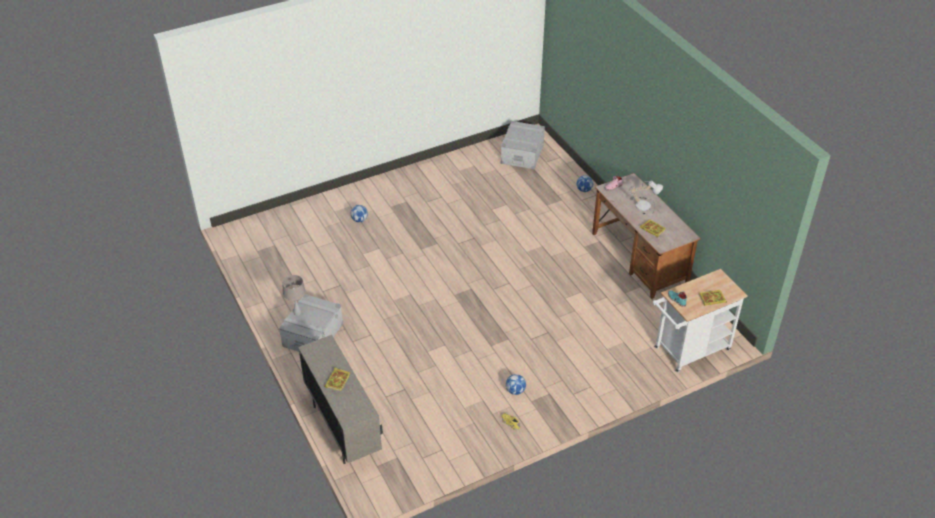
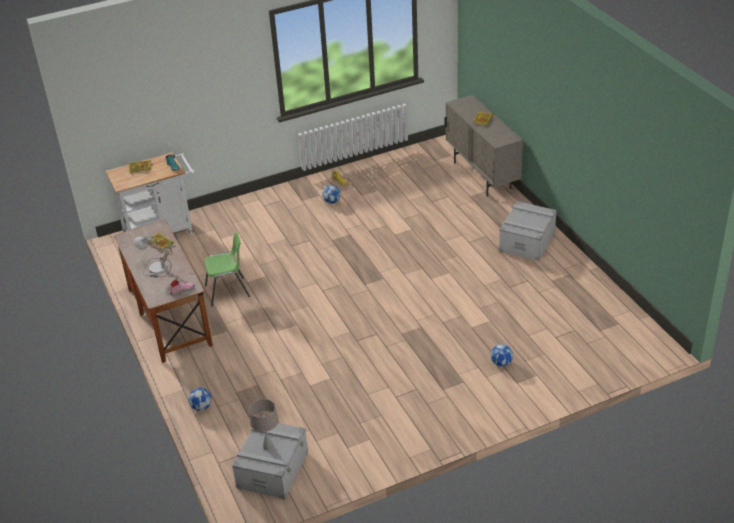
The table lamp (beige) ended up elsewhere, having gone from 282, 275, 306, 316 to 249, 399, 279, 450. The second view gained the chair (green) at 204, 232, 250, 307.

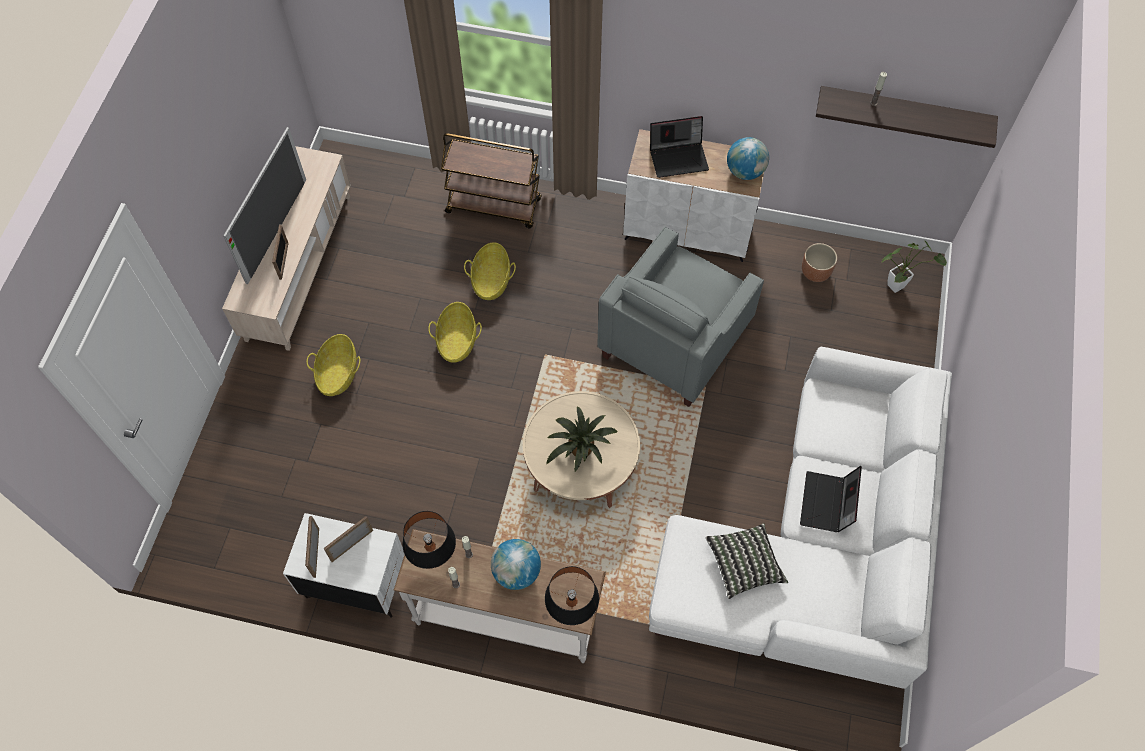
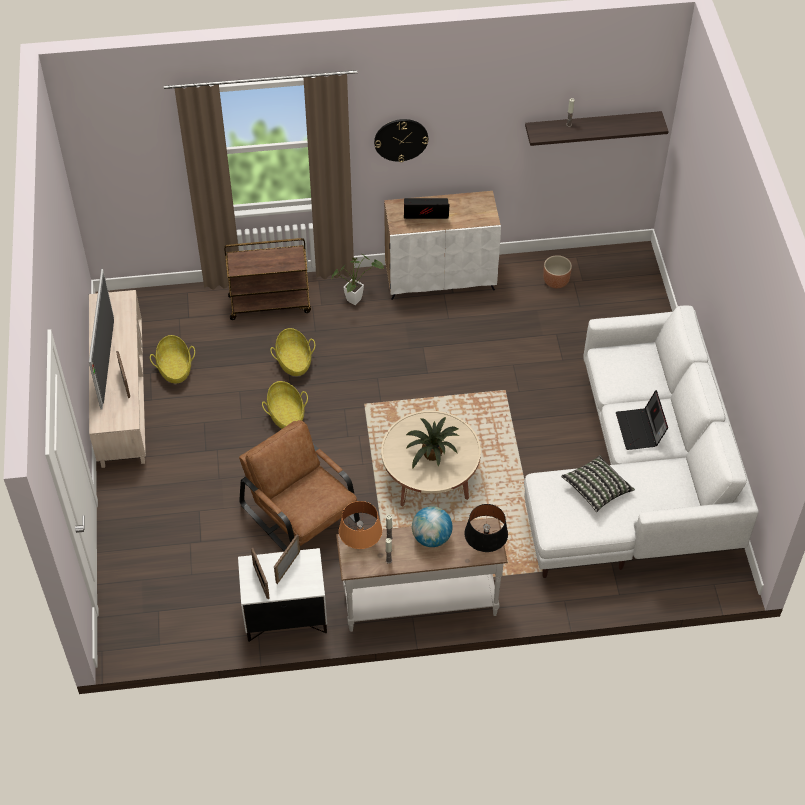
The basket ended up elsewhere, having gone from 306, 334, 361, 396 to 150, 335, 195, 383. What was the table lamp (black) at 403, 511, 456, 569 turned into the table lamp (orange) at 339, 501, 382, 549. The second view lost the armchair (grey) at 597, 226, 764, 407. The laptop at 650, 116, 709, 178 ended up facing another way, 150 degrees counterclockwise from before. The second view lost the globe at 727, 137, 769, 180. The potted plant ended up elsewhere, having gone from 882, 240, 947, 293 to 332, 254, 384, 305. The second view gained the armchair (brown) at 239, 420, 360, 551. The second view gained the wall clock at 374, 119, 428, 162.

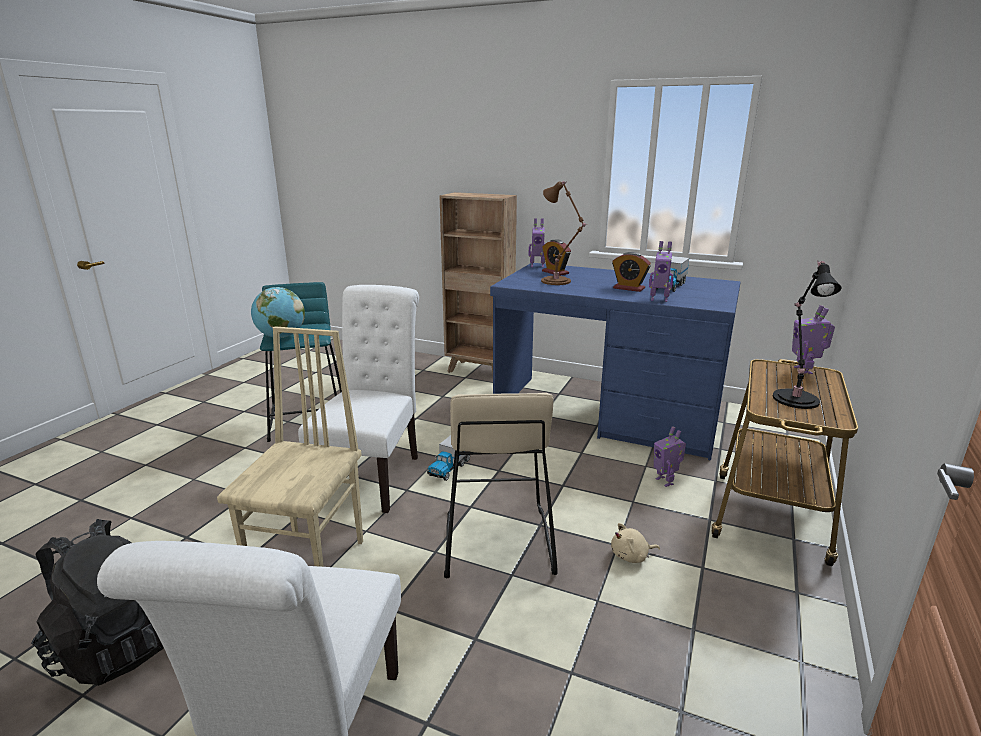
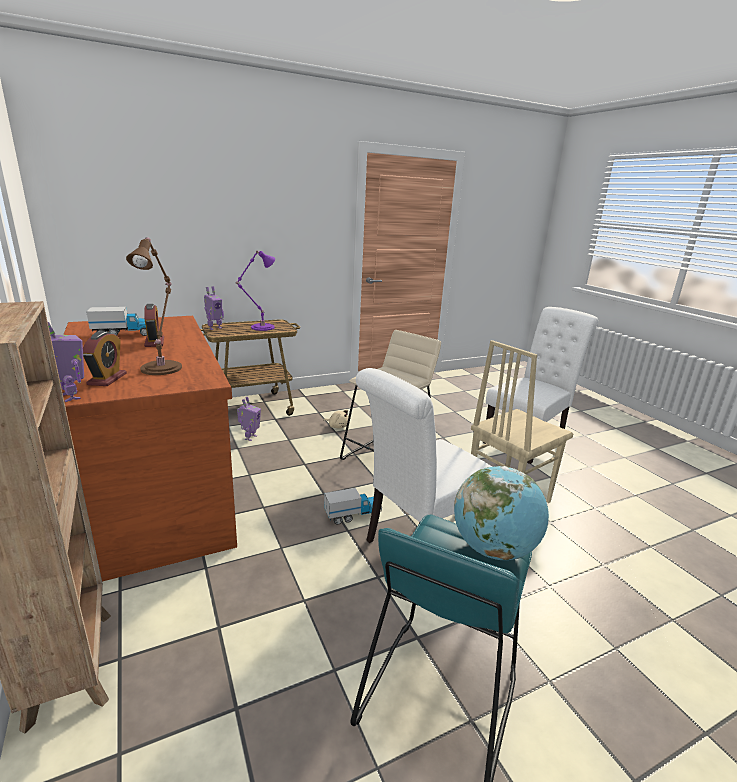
The second view lost the backpack (black) at 31, 519, 164, 686. What was the desk (blue) at 490, 263, 741, 460 turned into the desk (brown) at 62, 316, 237, 582. The second view lost the toy robot at 649, 241, 674, 302. What was the table lamp (black) at 773, 261, 841, 409 turned into the table lamp (purple) at 236, 250, 275, 331.

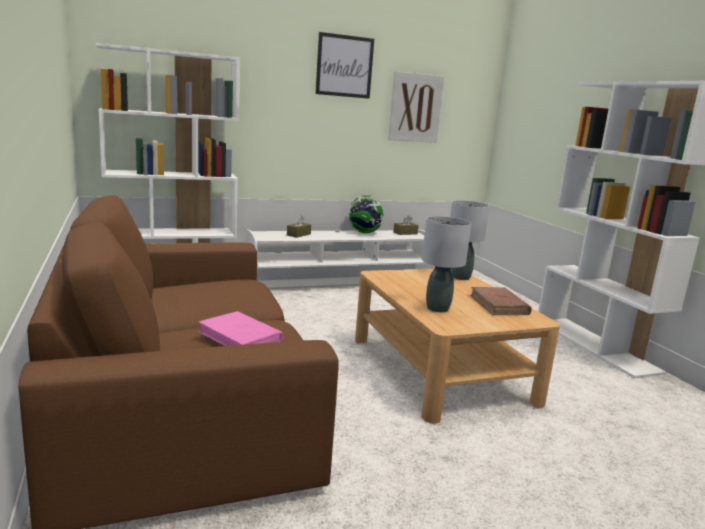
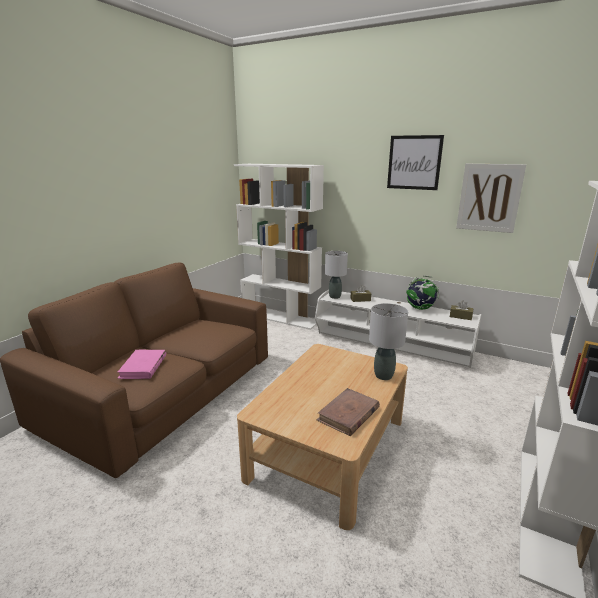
The table lamp (grey) ended up elsewhere, having gone from 422, 216, 471, 312 to 325, 251, 348, 299.

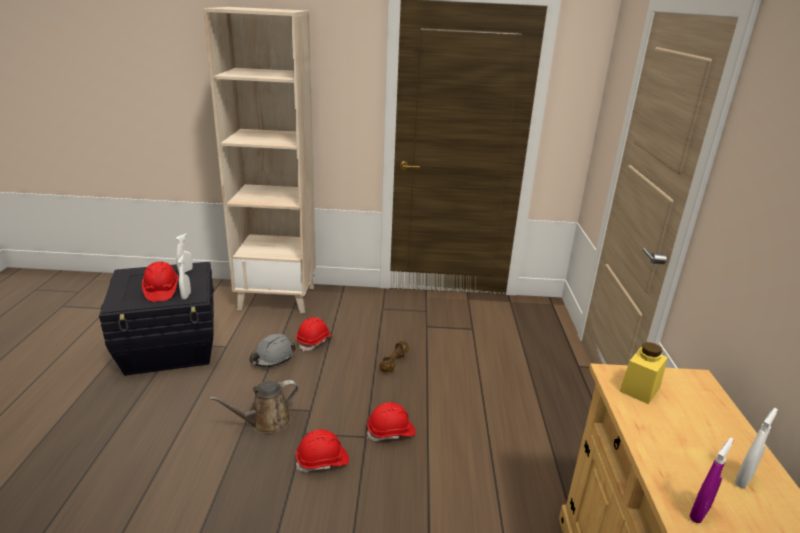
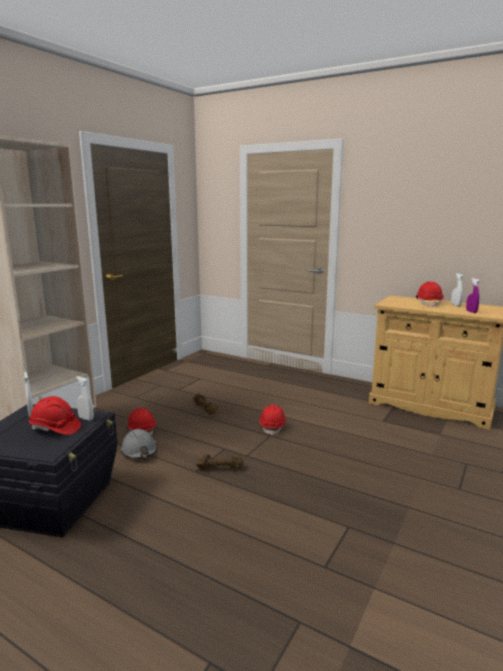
Where the watering can (brown) stood at 209, 380, 298, 433, the dumbbell (brown) came to stand at 196, 454, 243, 470. The hard hat (red) ended up elsewhere, having gone from 296, 429, 349, 472 to 416, 282, 444, 307. The second view lost the jar (yellow) at 620, 342, 668, 404.

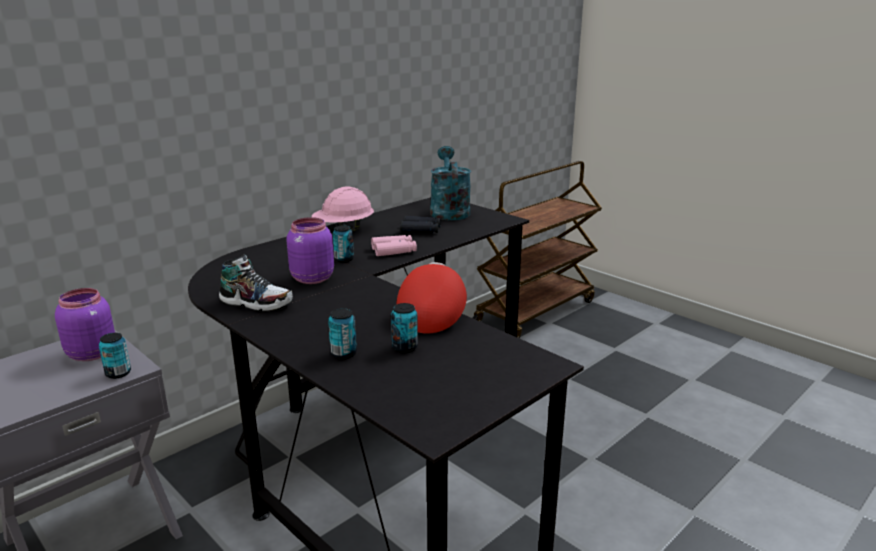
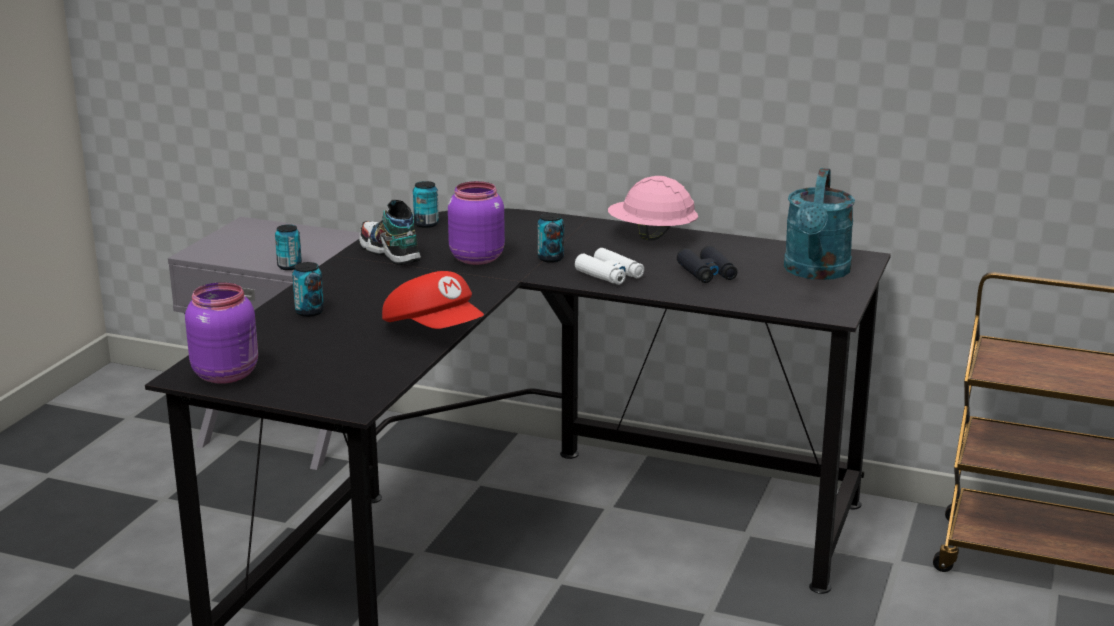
The jar (purple) ended up elsewhere, having gone from 55, 288, 115, 361 to 185, 282, 258, 384. The shoe at 219, 254, 293, 312 ended up facing another way, 150 degrees clockwise from before. What was the binoculars (pink) at 371, 235, 417, 256 turned into the binoculars (white) at 575, 248, 644, 285. The can ended up elsewhere, having gone from 391, 303, 418, 353 to 413, 181, 439, 228. The cap (red) at 396, 262, 467, 334 ended up facing another way, 60 degrees clockwise from before. The watering can (turquoise) at 430, 146, 471, 221 ended up facing another way, 135 degrees clockwise from before.

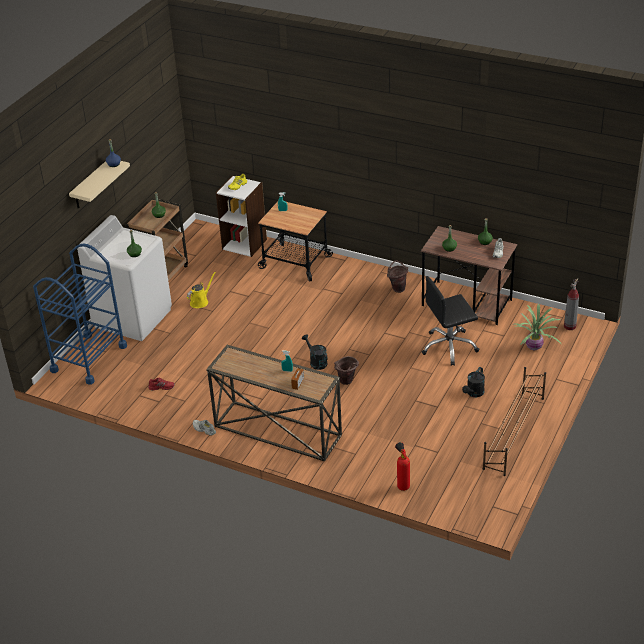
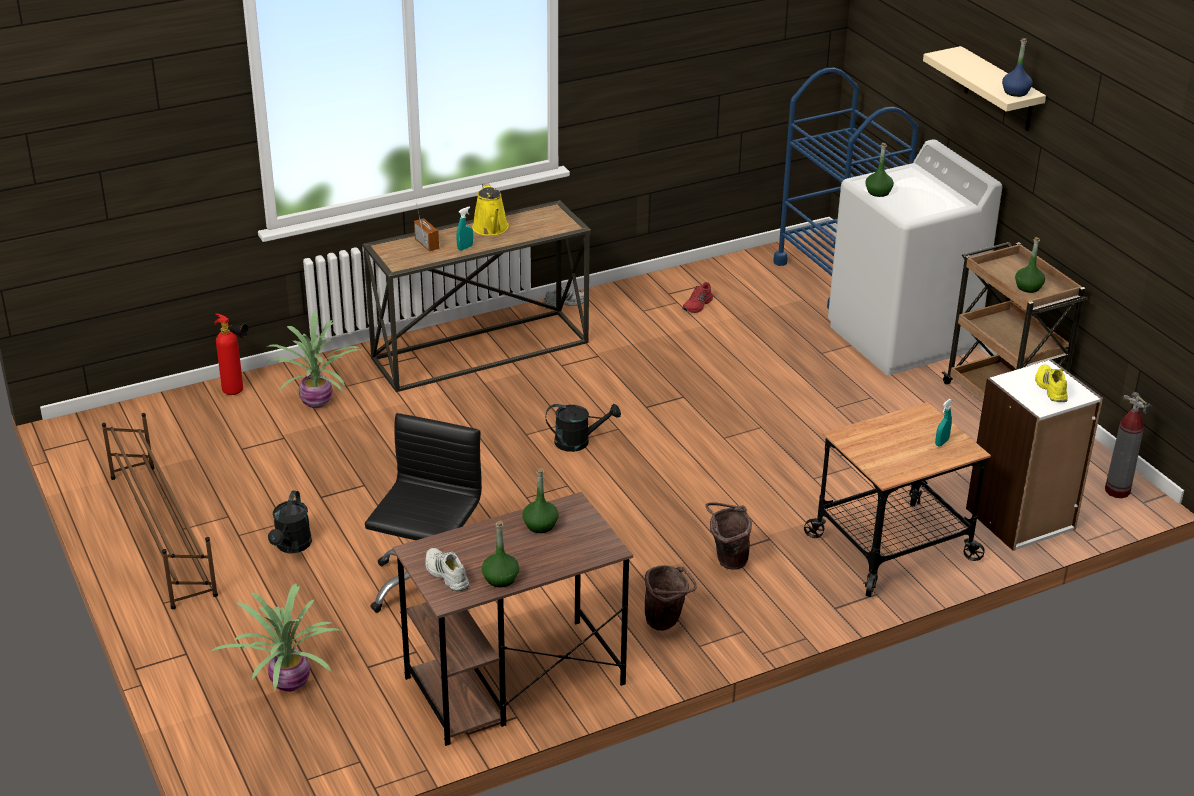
The watering can (yellow) ended up elsewhere, having gone from 187, 272, 216, 309 to 472, 183, 509, 236. The bucket (brown) ended up elsewhere, having gone from 334, 356, 359, 385 to 705, 502, 752, 570. The watering can (black) at 462, 367, 485, 397 ended up facing another way, 150 degrees counterclockwise from before. The fire extinguisher ended up elsewhere, having gone from 564, 278, 579, 330 to 1105, 392, 1151, 498. The second view gained the potted plant at 267, 311, 364, 408.

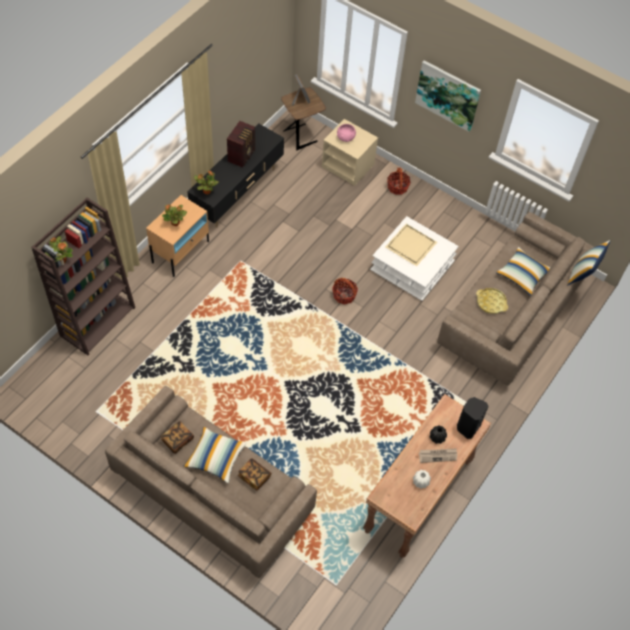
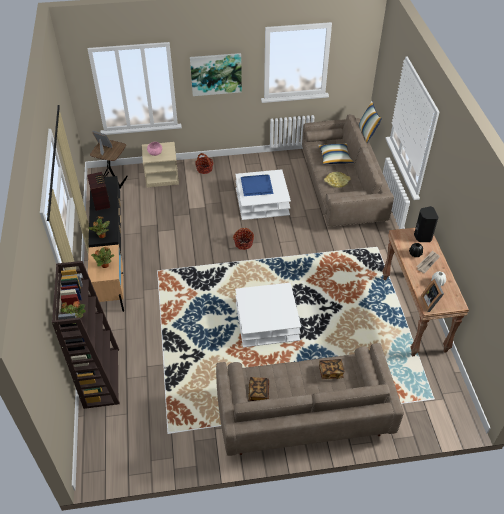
The second view lost the pillow at 184, 427, 247, 483. What was the tray (beige) at 386, 224, 437, 266 turned into the tray (blue) at 241, 174, 273, 196. The second view gained the coffee table (white) at 235, 282, 301, 347. The second view gained the picture frame at 421, 278, 444, 312.

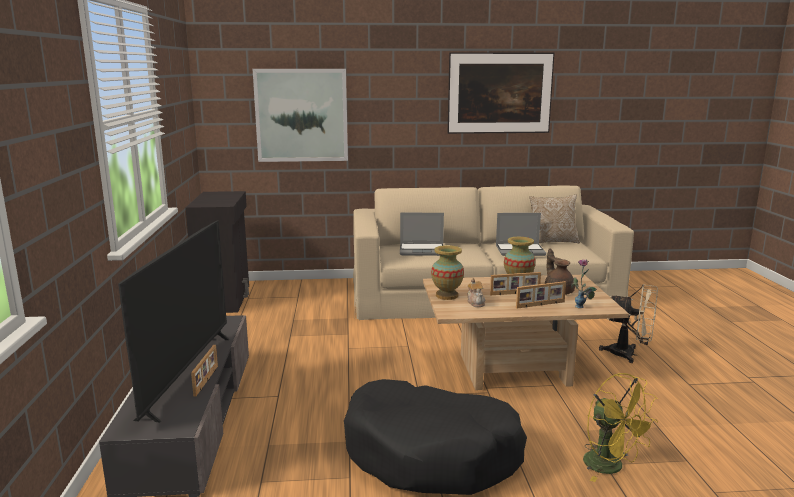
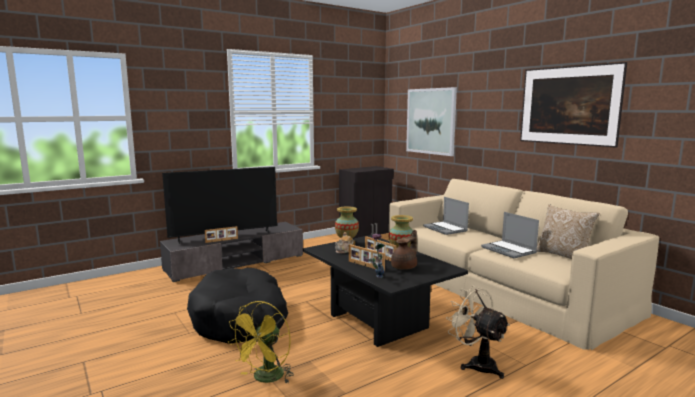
What was the coffee table (beige) at 423, 275, 629, 390 turned into the coffee table (black) at 303, 235, 468, 347. The fan (beige) at 599, 284, 658, 363 ended up facing another way, 150 degrees clockwise from before.

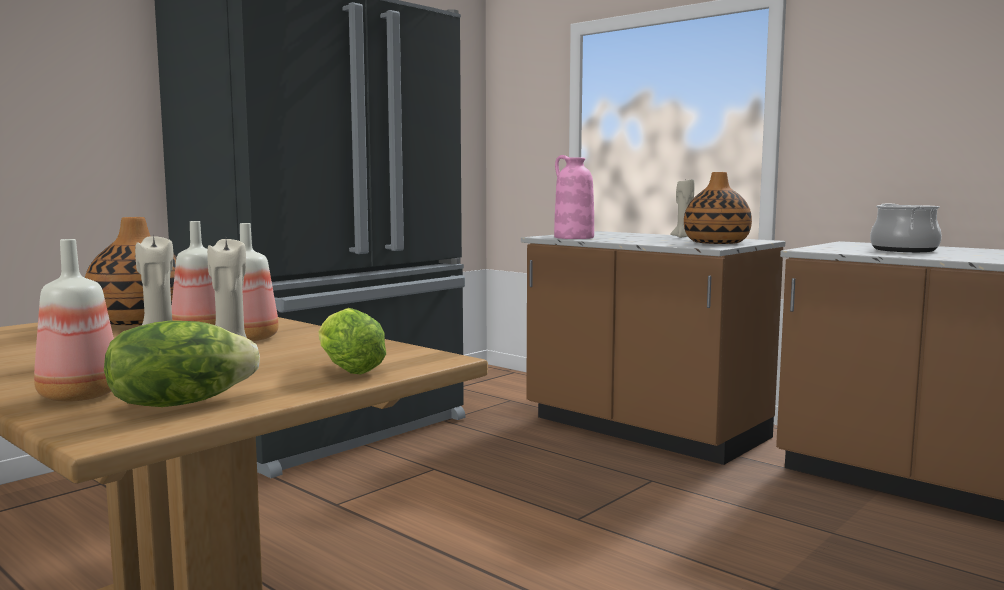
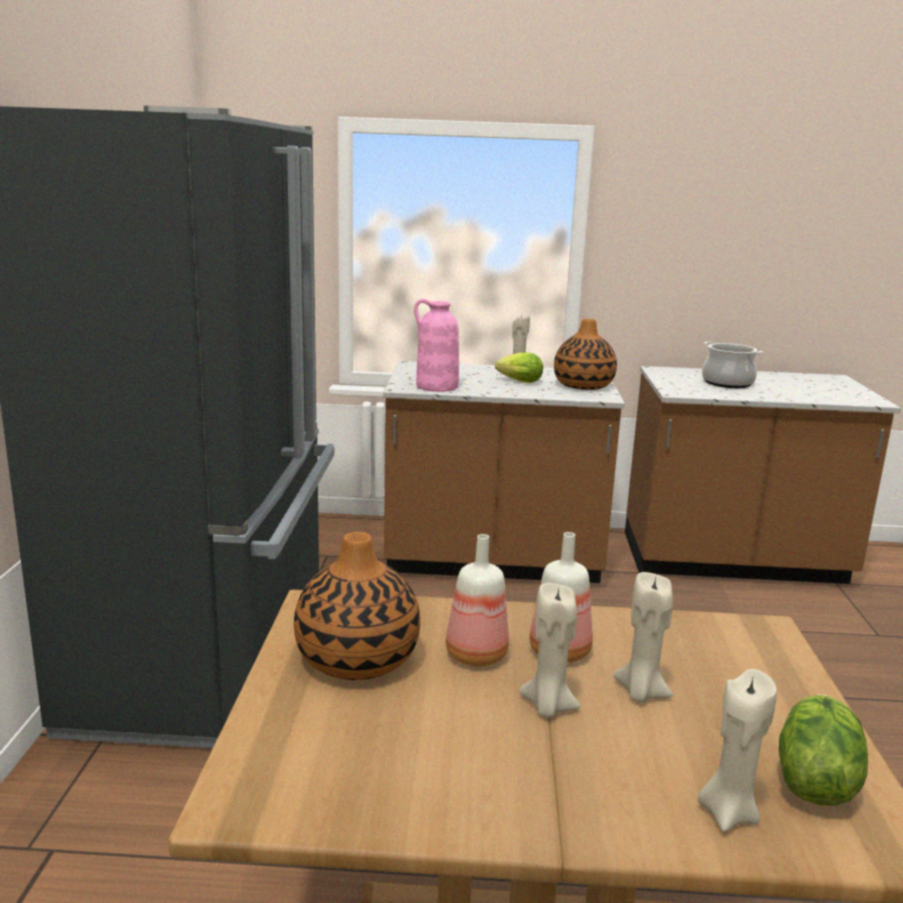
Where the bottle stood at 34, 239, 114, 402, the candle (beige) came to stand at 698, 669, 777, 832. The lettuce ended up elsewhere, having gone from 319, 308, 386, 374 to 495, 352, 543, 383.

